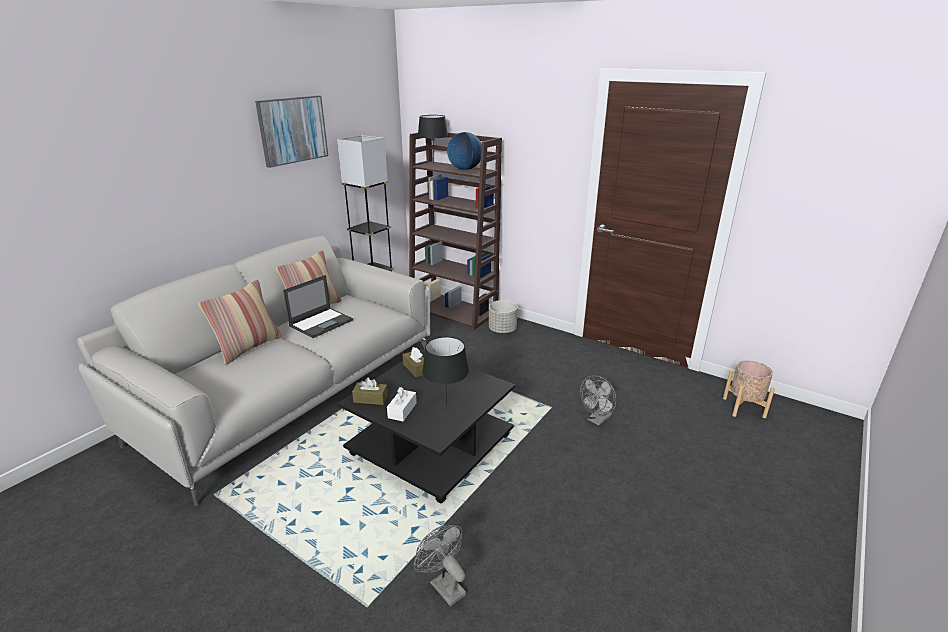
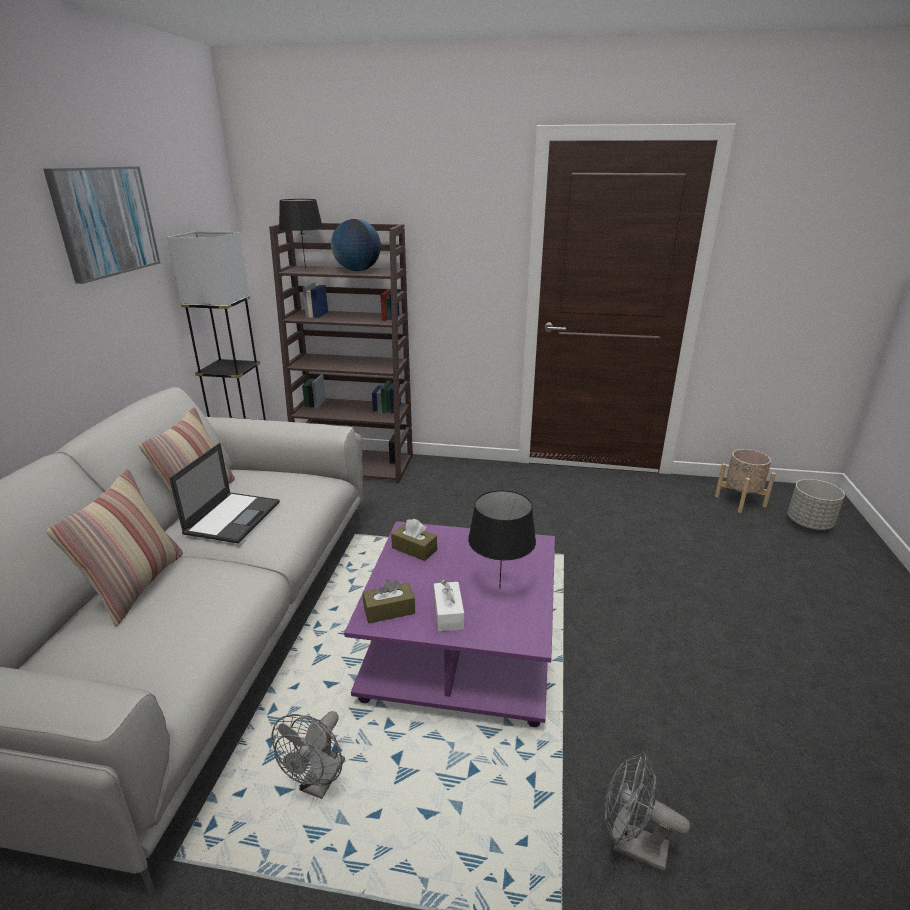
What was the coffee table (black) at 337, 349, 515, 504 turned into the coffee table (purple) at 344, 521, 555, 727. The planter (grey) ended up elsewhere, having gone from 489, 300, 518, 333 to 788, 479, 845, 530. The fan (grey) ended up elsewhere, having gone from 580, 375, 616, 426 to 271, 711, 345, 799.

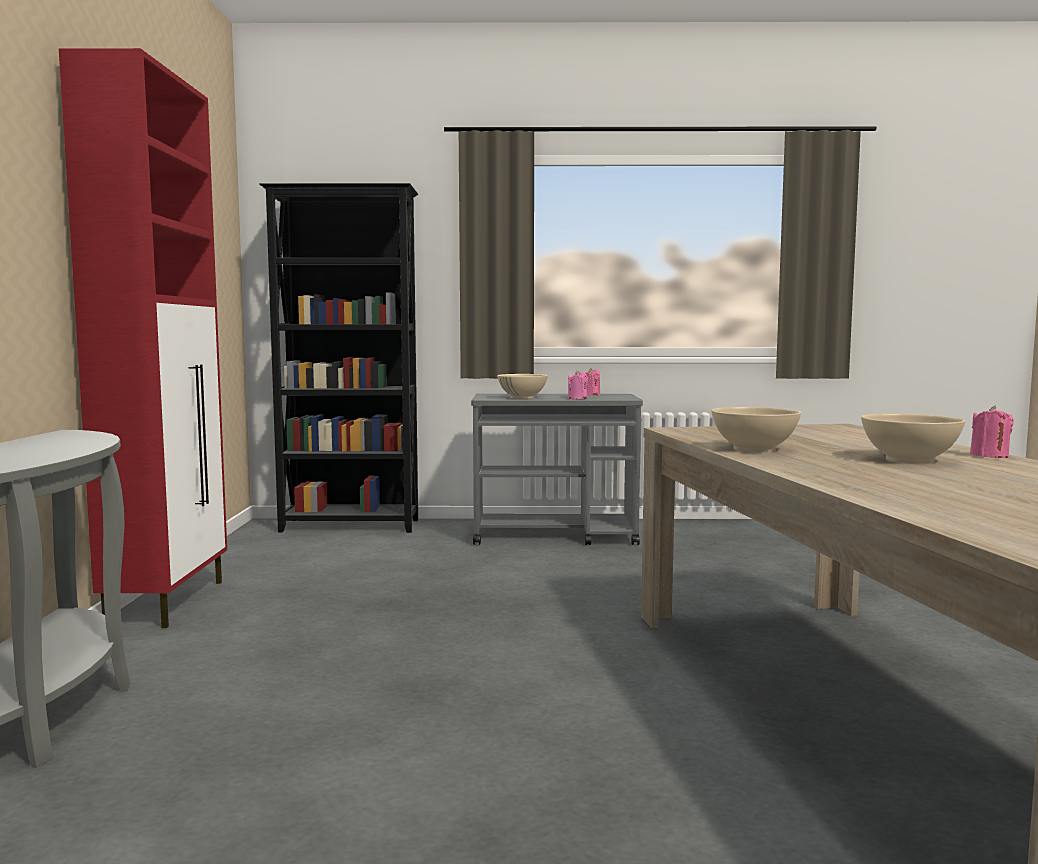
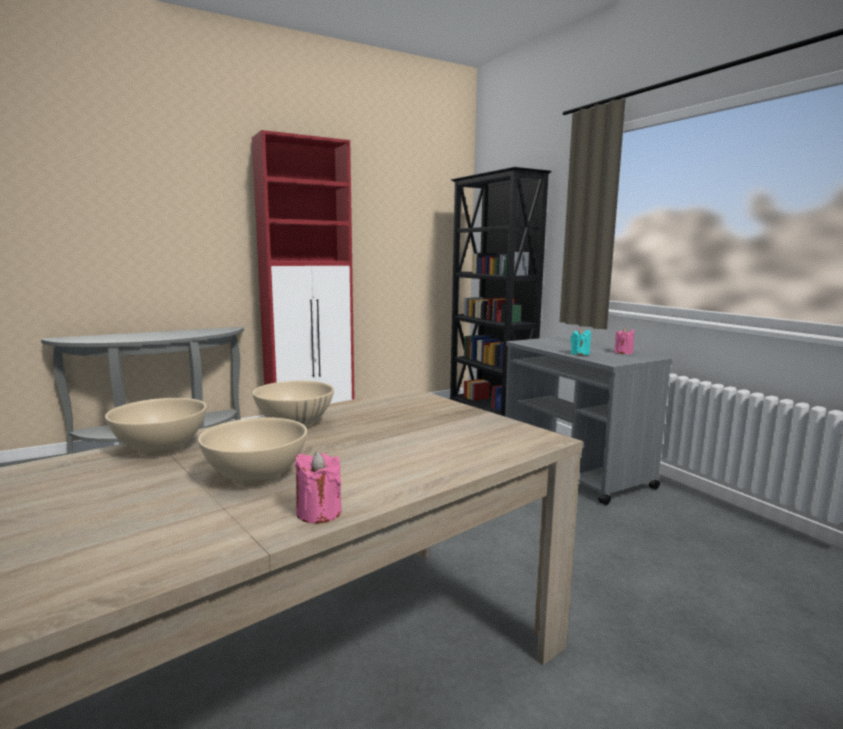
The bowl (beige) ended up elsewhere, having gone from 497, 374, 548, 399 to 105, 398, 207, 456. What was the candle (pink) at 568, 370, 588, 399 turned into the candle (turquoise) at 570, 328, 591, 355.

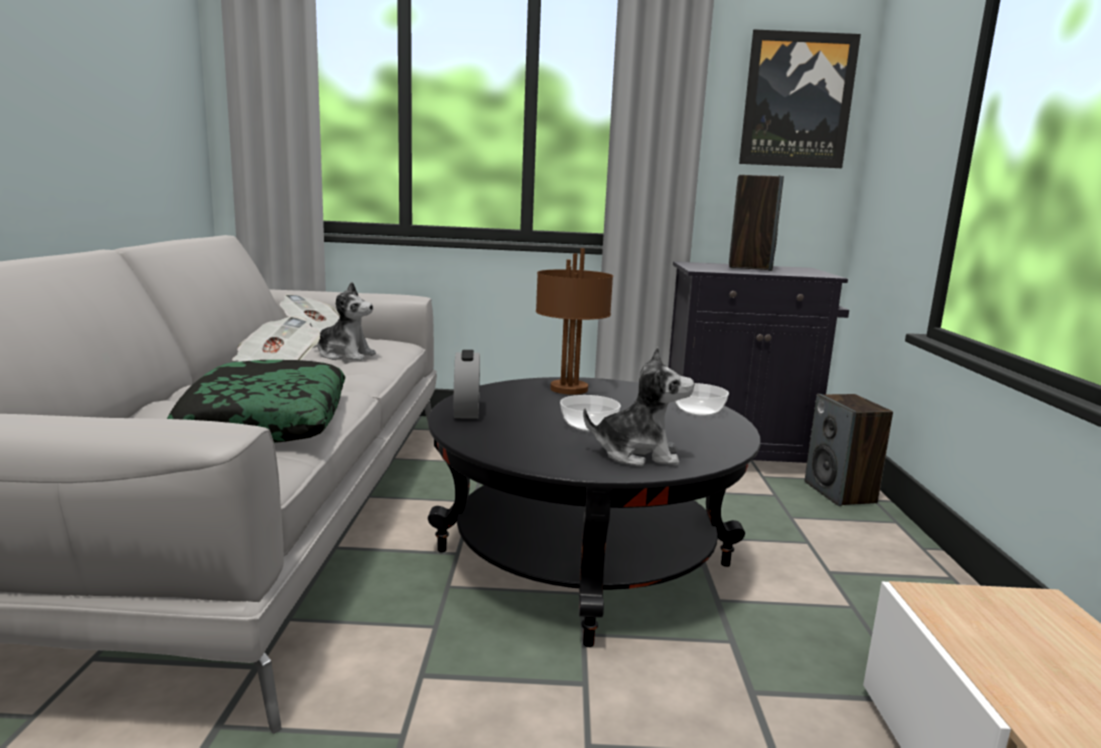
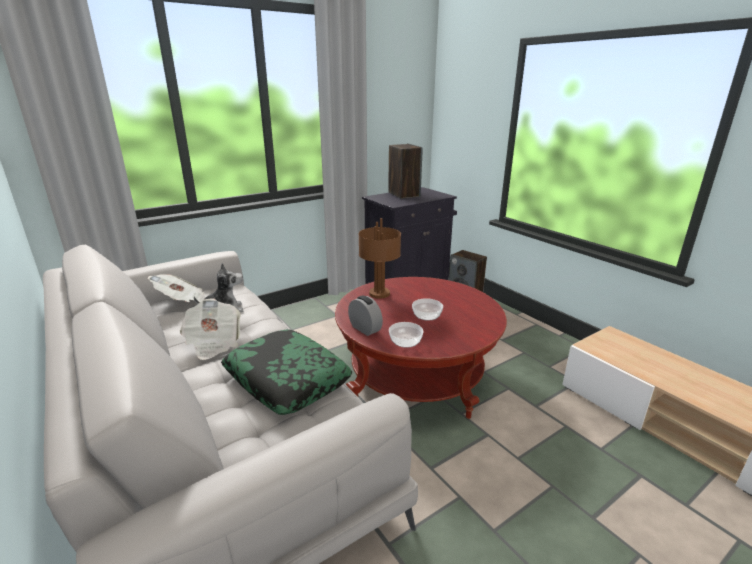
What was the coffee table (black) at 428, 377, 761, 647 turned into the coffee table (red) at 335, 277, 507, 419. The second view lost the plush toy at 583, 347, 695, 467. The bowl ended up elsewhere, having gone from 675, 383, 729, 416 to 389, 322, 423, 348. The second view lost the picture at 739, 29, 861, 168.

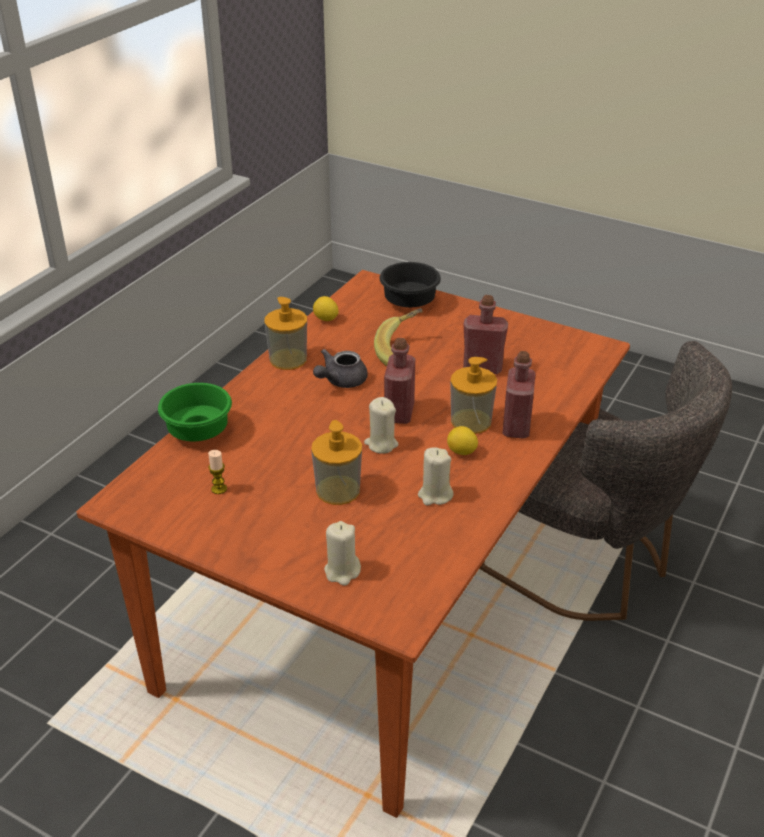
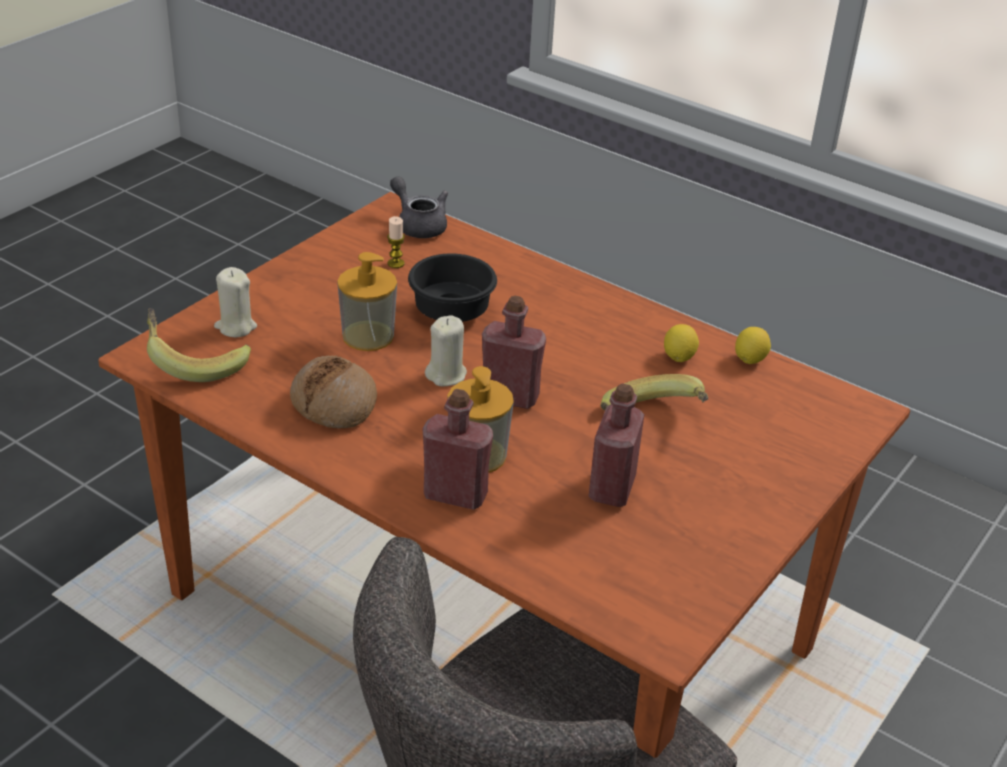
The second view lost the bowl (green) at 158, 383, 232, 441. The second view lost the soap dispenser at 264, 297, 307, 370. The teapot (grey) ended up elsewhere, having gone from 313, 349, 368, 388 to 390, 176, 448, 238. The bowl (black) ended up elsewhere, having gone from 380, 262, 441, 307 to 408, 254, 497, 322. Where the candle (beige) stood at 418, 447, 453, 505, the bread came to stand at 290, 356, 377, 429. The lemon ended up elsewhere, having gone from 447, 426, 478, 455 to 664, 324, 699, 362. The second view gained the banana at 147, 308, 251, 382.

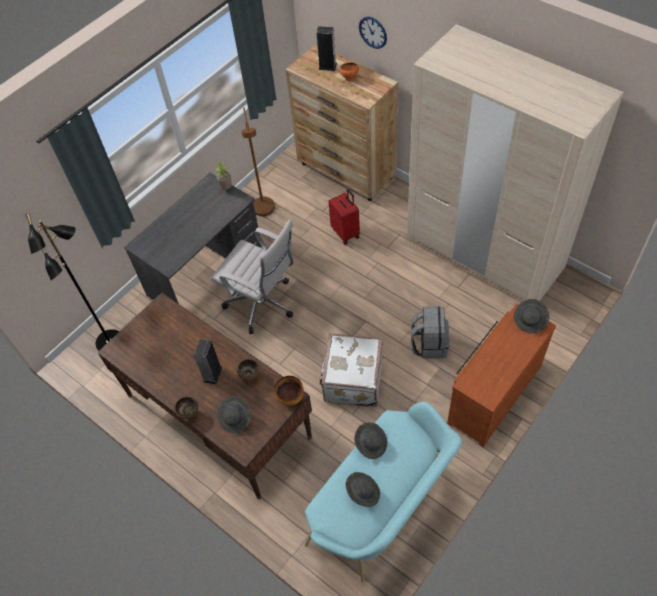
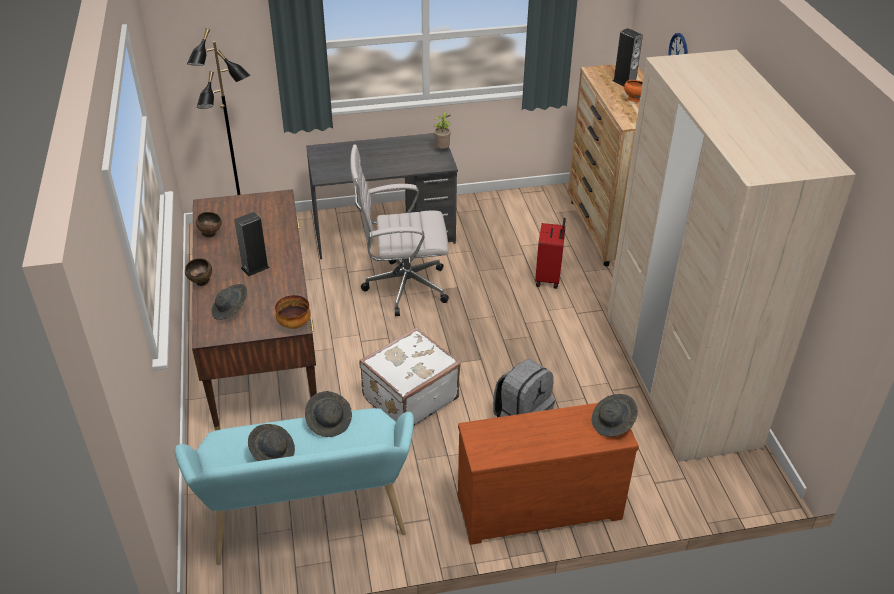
The office chair (white) at 211, 219, 293, 334 ended up facing another way, 105 degrees clockwise from before. The bowl (brown) ended up elsewhere, having gone from 237, 359, 260, 382 to 196, 212, 222, 238. The second view lost the floor lamp (brown) at 242, 107, 275, 216.

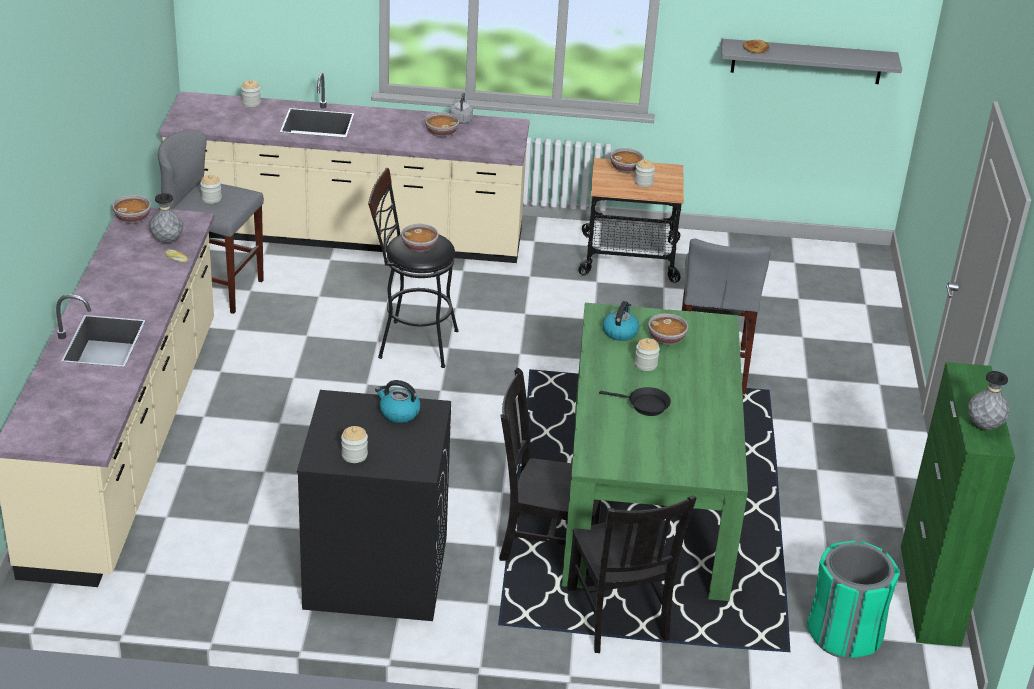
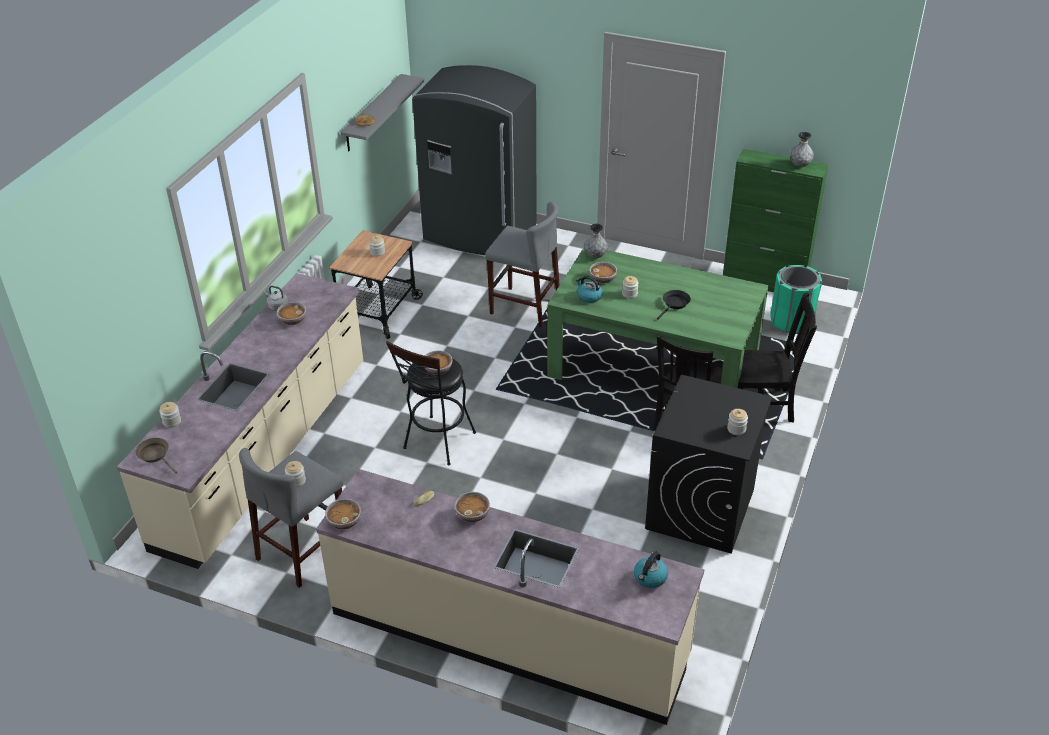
The vase (grey) ended up elsewhere, having gone from 149, 193, 183, 243 to 584, 224, 608, 258. The kettle ended up elsewhere, having gone from 375, 380, 421, 423 to 634, 551, 668, 588. The bowl ended up elsewhere, having gone from 610, 148, 644, 173 to 454, 492, 490, 522. The second view gained the frying pan (brown) at 135, 438, 177, 474. The second view gained the fridge (grey) at 412, 65, 537, 255.

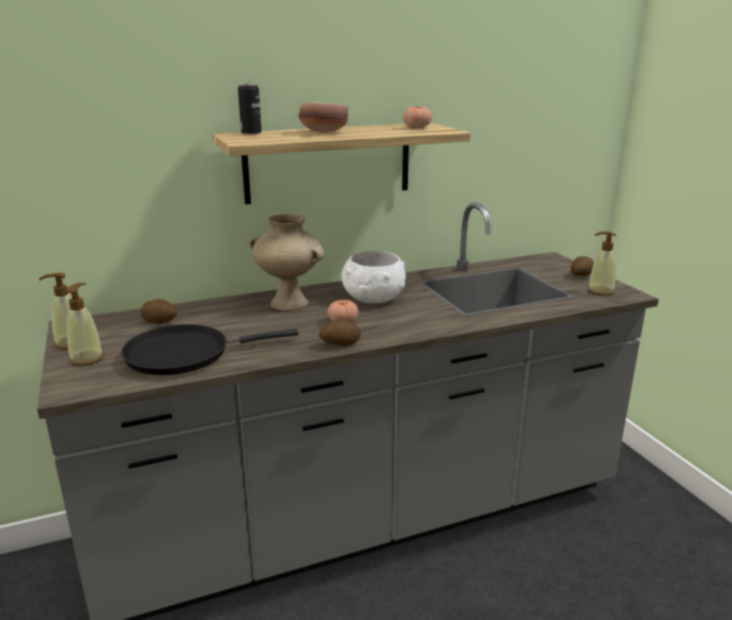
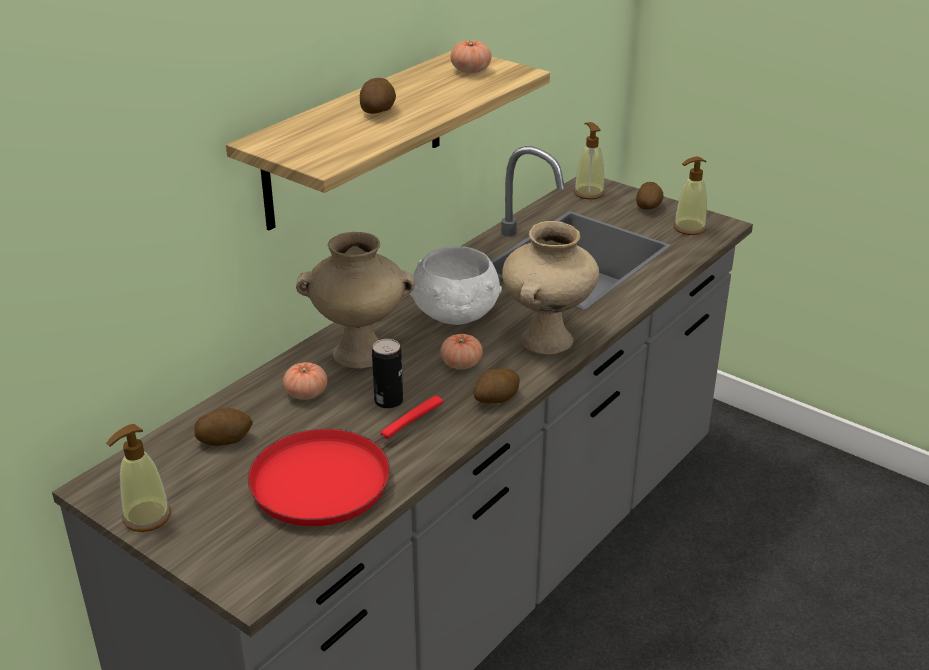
The soap dispenser ended up elsewhere, having gone from 65, 283, 104, 366 to 574, 122, 605, 199. What was the frying pan (black) at 121, 324, 299, 375 turned into the frying pan (red) at 248, 395, 443, 526. The can ended up elsewhere, having gone from 238, 84, 261, 135 to 372, 339, 403, 409. Where the bowl stood at 299, 102, 348, 133, the potato came to stand at 360, 78, 396, 114. The second view gained the tomato at 283, 362, 327, 400. The second view gained the vase (beige) at 502, 221, 599, 355.

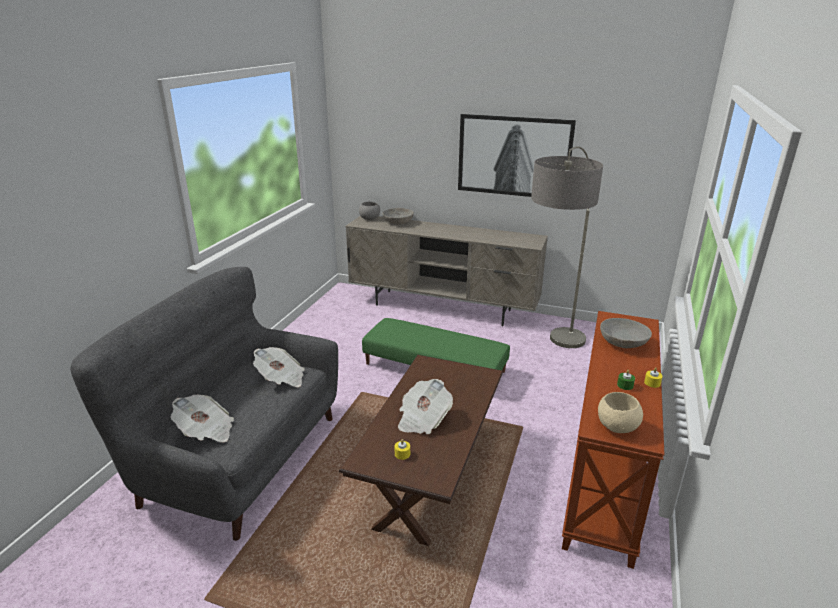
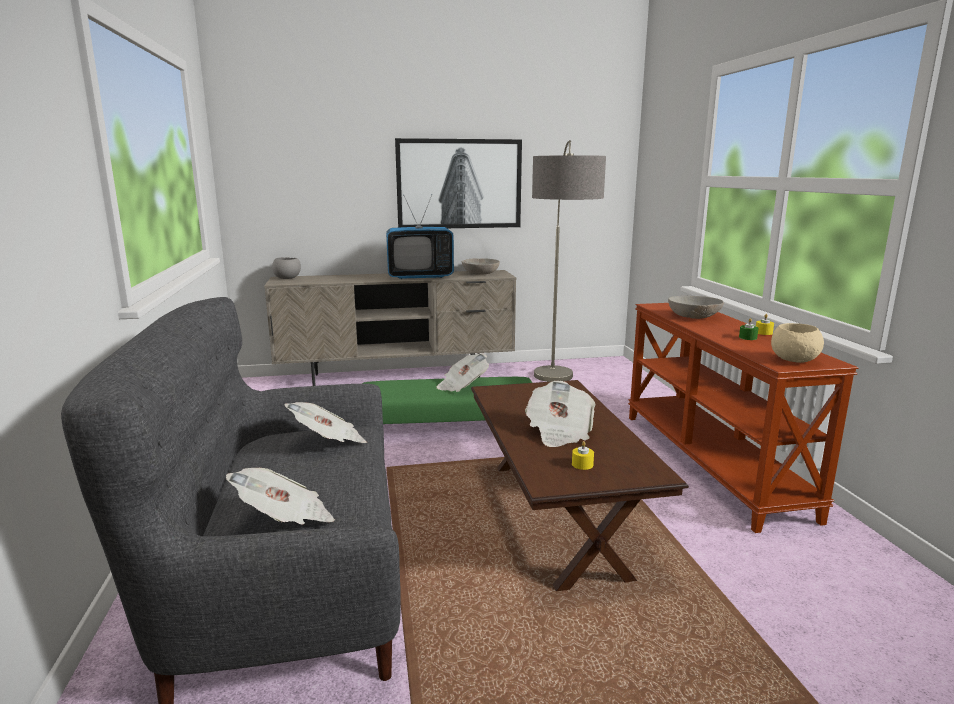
The bowl (grey) ended up elsewhere, having gone from 383, 208, 414, 224 to 461, 258, 500, 275. The second view gained the television at 386, 194, 454, 279. The second view gained the newspaper at 436, 353, 489, 392.

